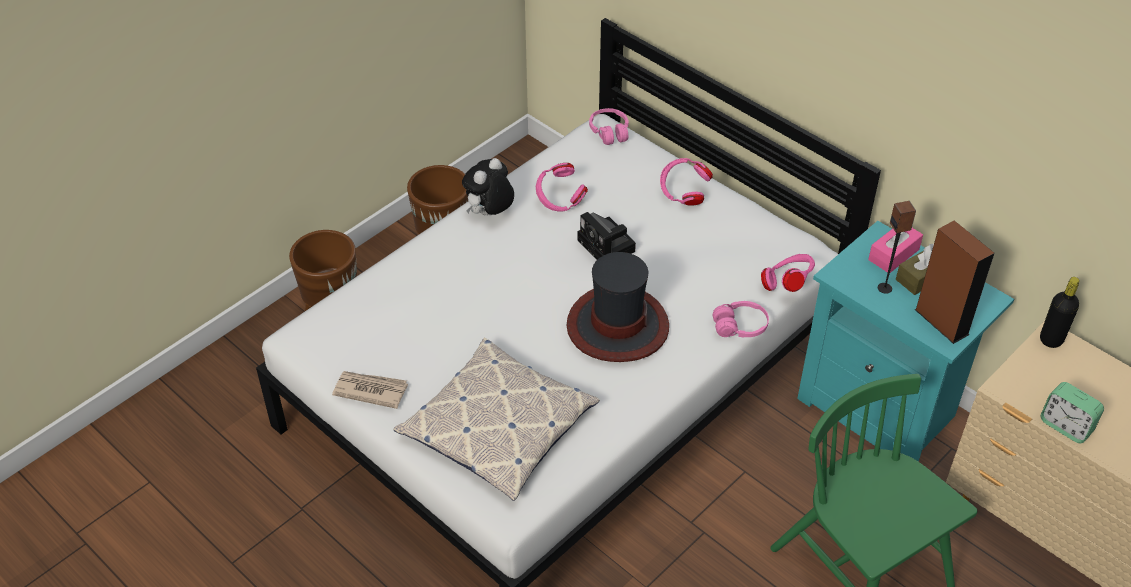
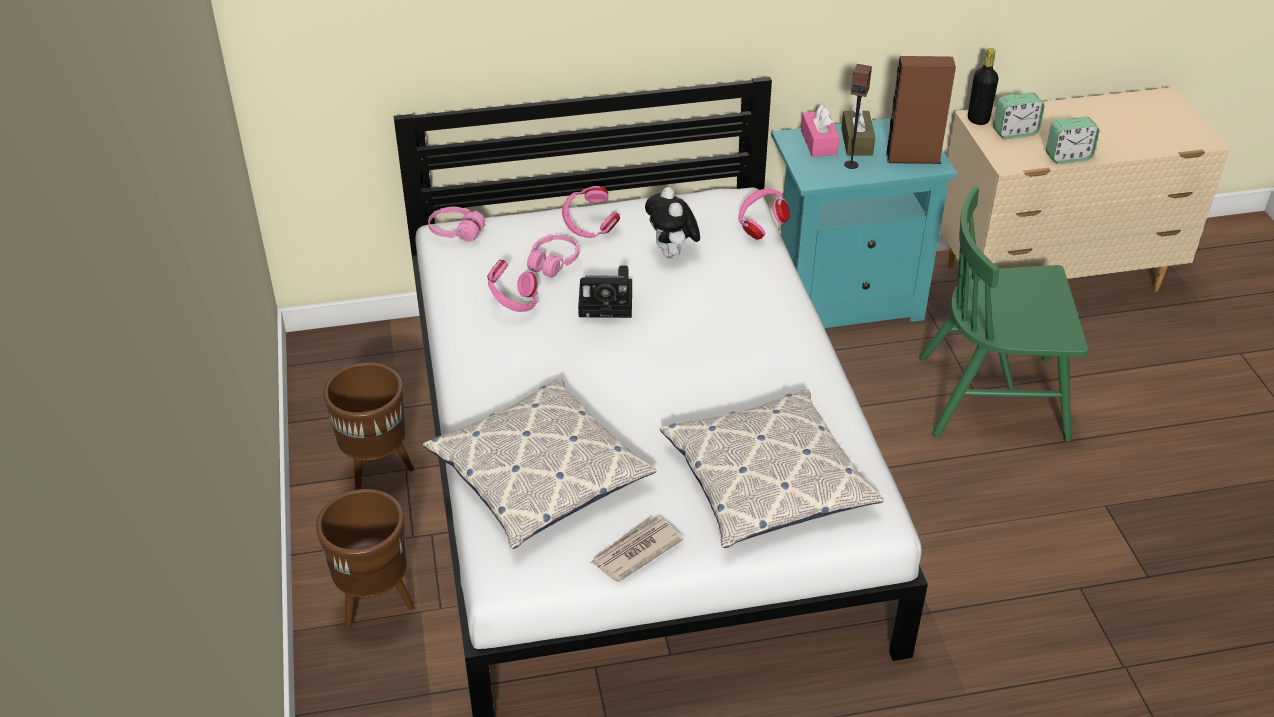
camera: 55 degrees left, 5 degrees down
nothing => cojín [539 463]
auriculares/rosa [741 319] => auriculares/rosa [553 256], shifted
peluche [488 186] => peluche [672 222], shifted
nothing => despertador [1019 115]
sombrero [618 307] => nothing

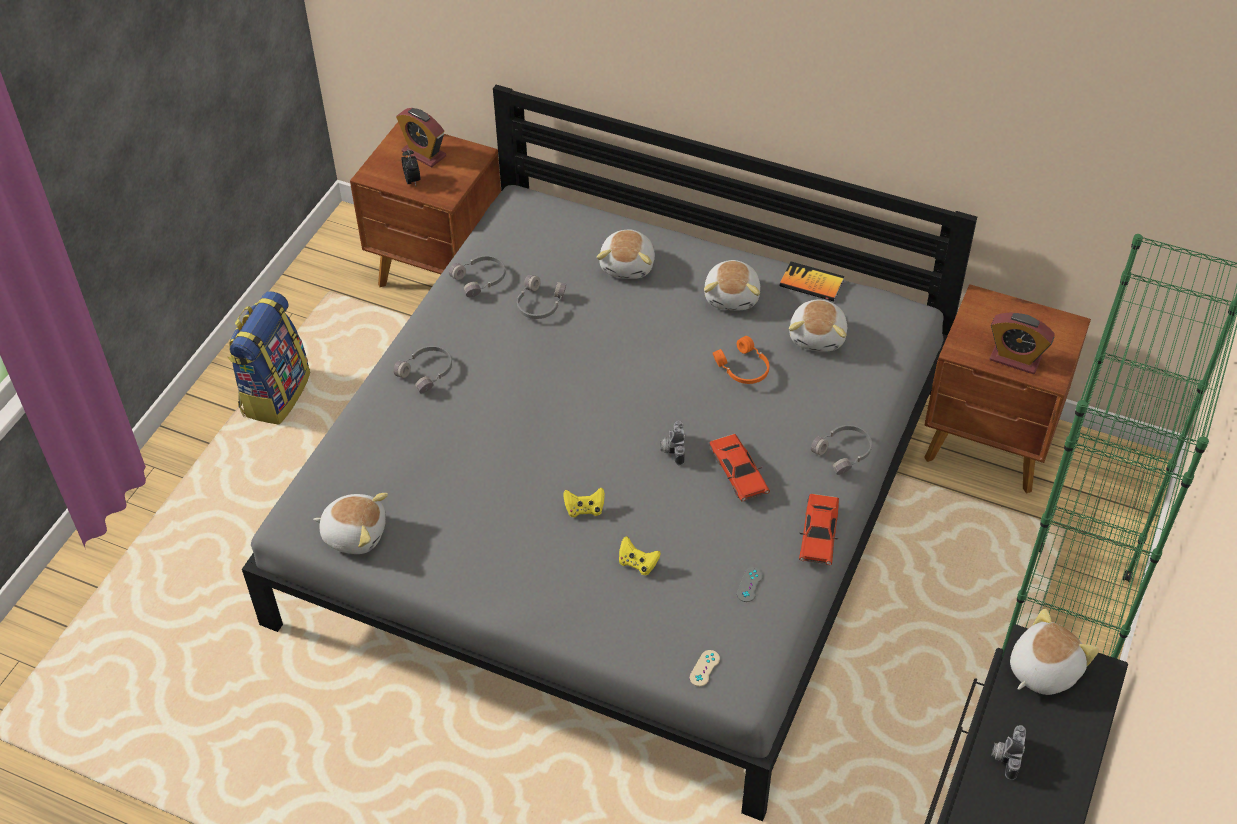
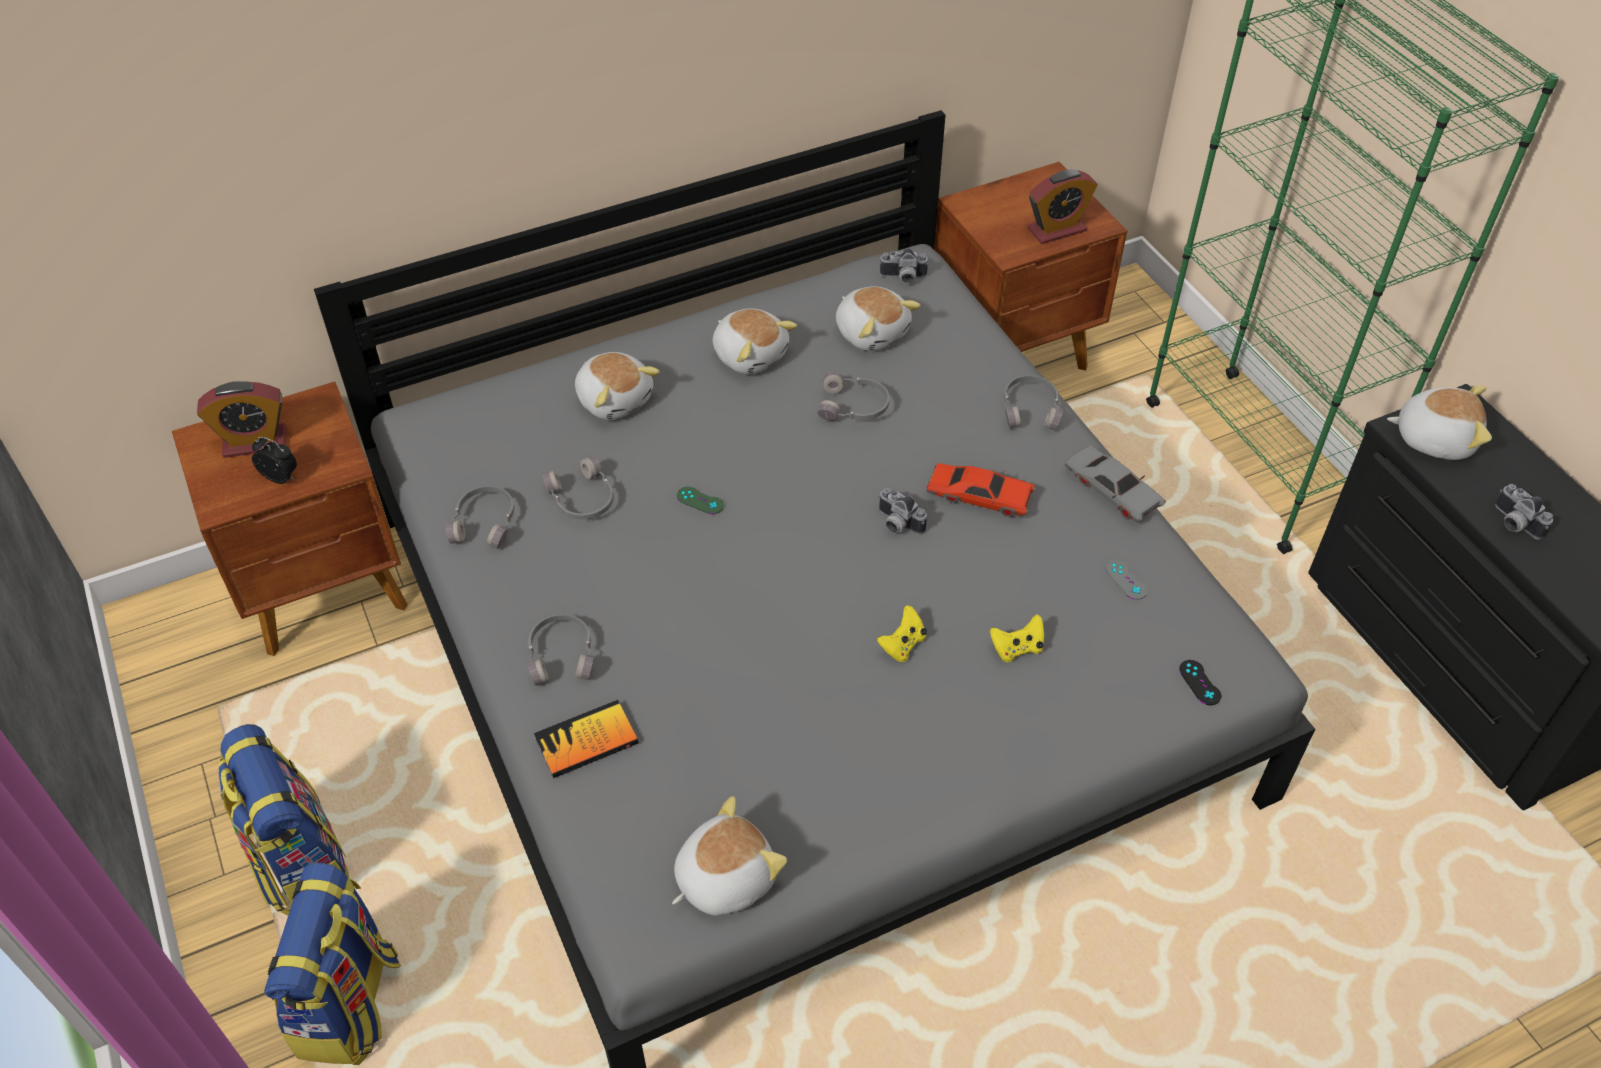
camera: 50 degrees left, 0 degrees up
nothing => mochila [332 963]
libro [811 281] => libro [586 739], shifted
nothing => mando de consola/verde [700 500]
auriculares/naranja [741 360] => auriculares/gris [853 396]
nothing => cámara [904 265]
coche de juguete/rojo [819 529] => coche de juguete/gris [1115 483]
mando de consola/beis [704 668] => mando de consola/negro [1200 682]
peluche [1054 652] => peluche [1439 423], 105 degrees clockwise

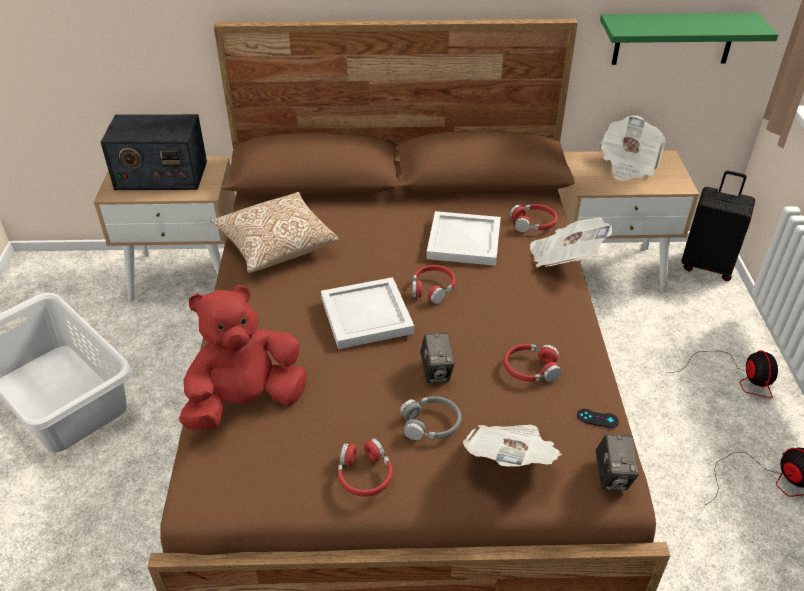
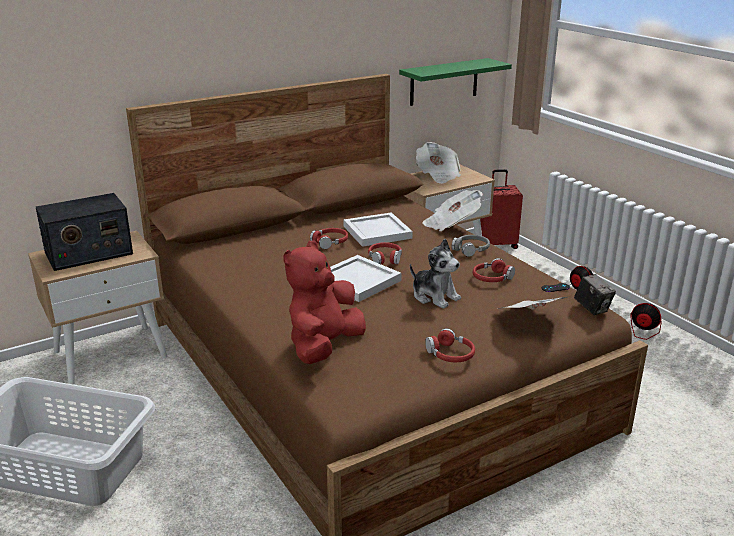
camera: 30 degrees left, 15 degrees down
auriculares/rojo [533 218] => auriculares/rojo [329 238], shifted
cámara [437 358] => peluche [435 274]
auriculares/gris [431 418] => auriculares/gris [471 246], shifted
maleta/negro [718 226] => maleta/rojo [501 209]
cojín [274 232] => nothing

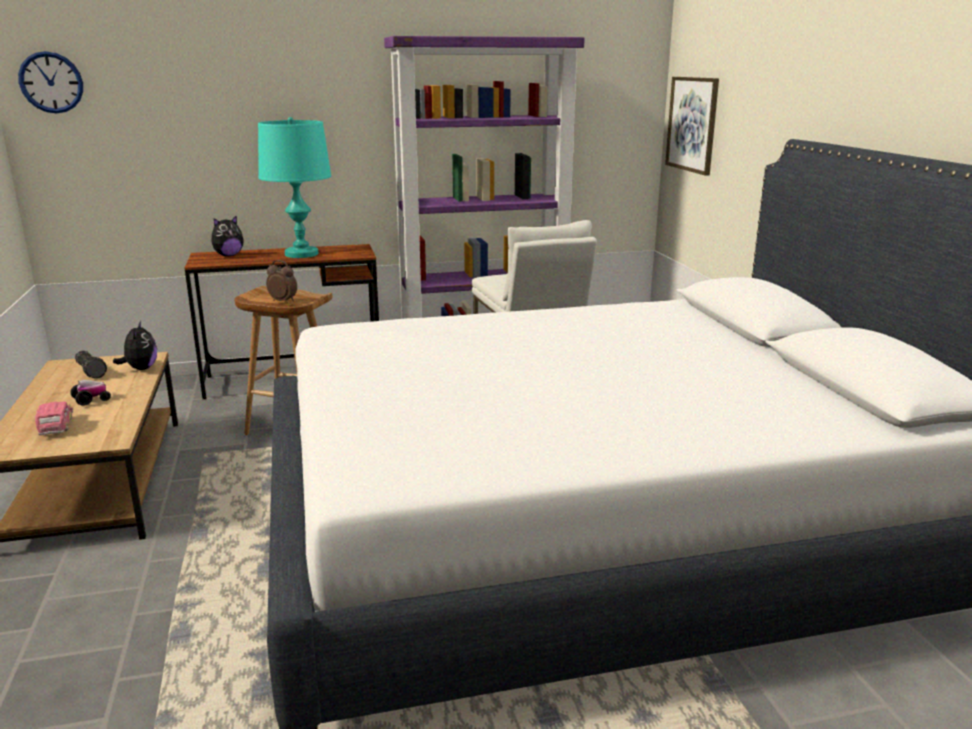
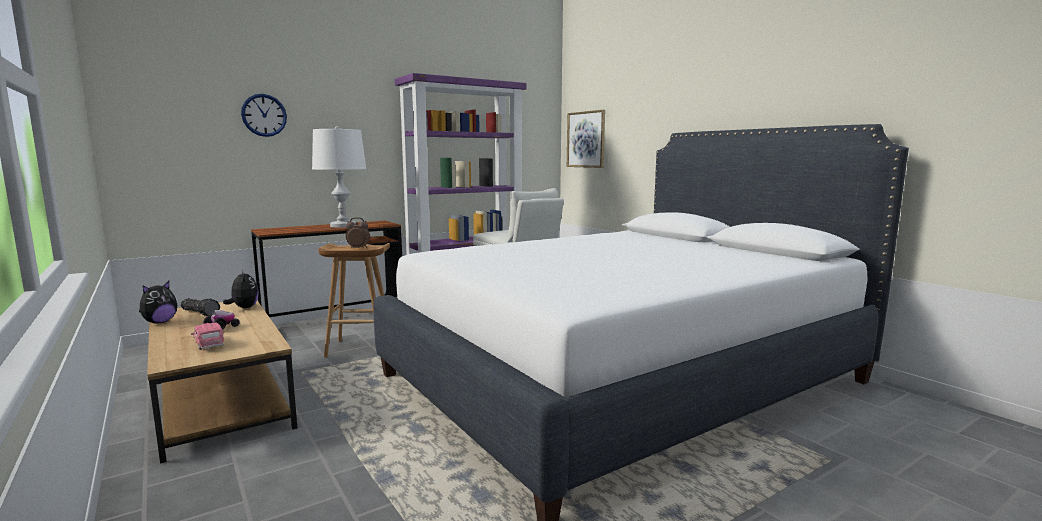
camera: 20 degrees left, 10 degrees down
peluche [228 235] => peluche [158 302], shifted
reloj de pared [50 82] => reloj de pared [264 115], shifted
lámpara de mesa/turquesa [294 187] => lámpara de mesa/blanco [339 177]

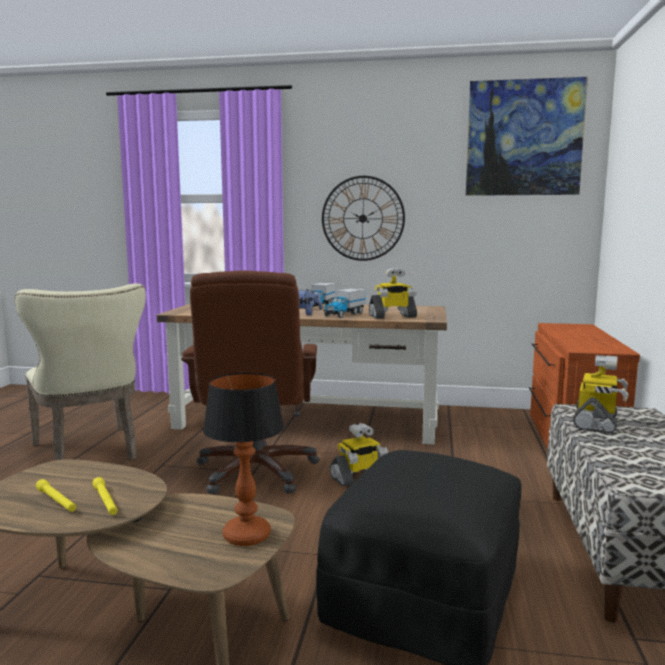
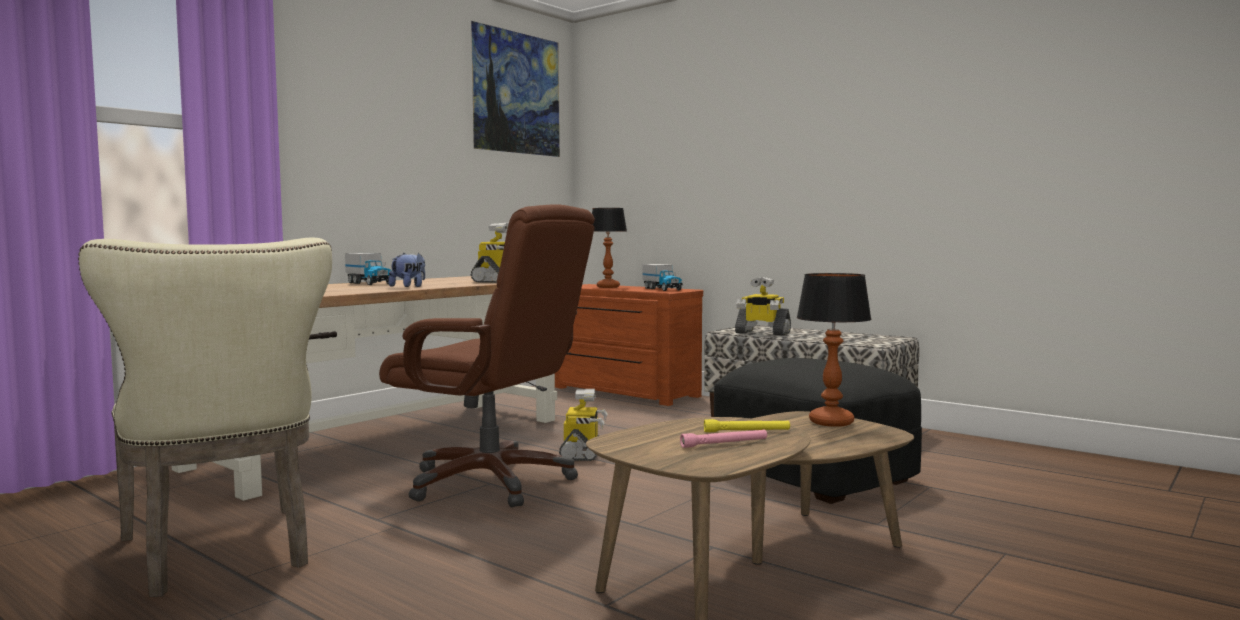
camera: 60 degrees left, 5 degrees down
silla/beis [80 371] => silla/beis [205 417], 60 degrees clockwise
nothing => lámpara de mesa [609 248]
camión de juguete [344 303] => camión de juguete [662 277], shifted
linterna/amarillo [56 495] => linterna/rosa [723 439]
robot de juguete [600 394] => robot de juguete [763 306], 150 degrees clockwise
reloj de pared [363 218] => nothing

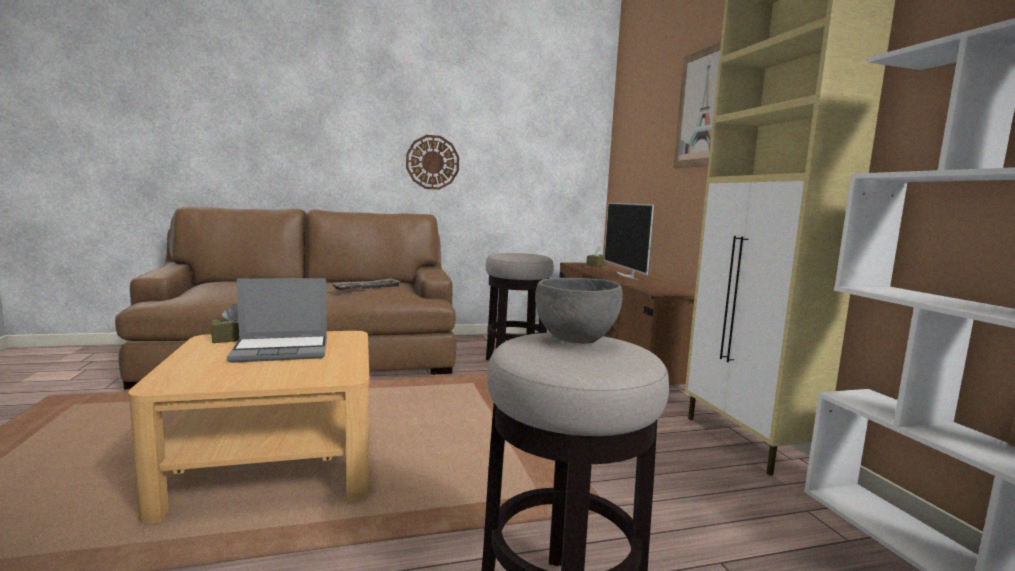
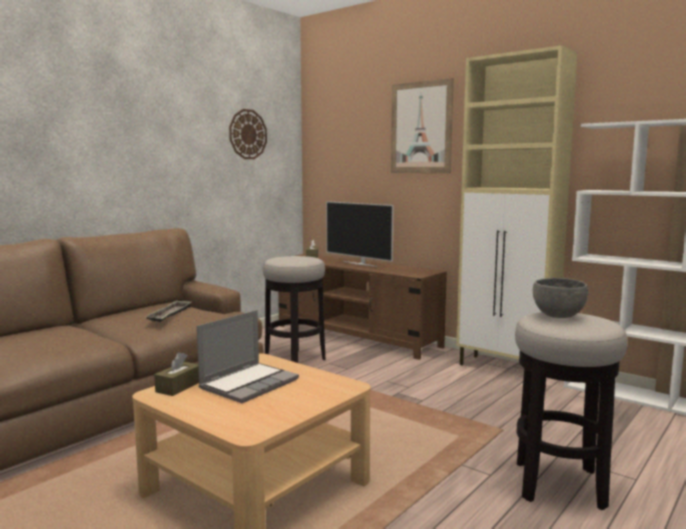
camera: 35 degrees left, 0 degrees up
reloj de pared [432 162] => reloj de pared [248 134], shifted

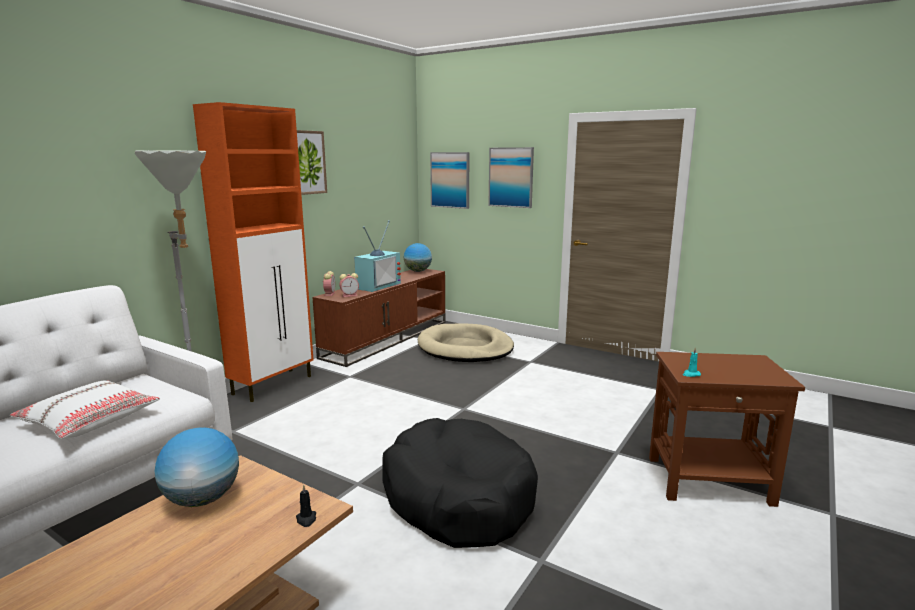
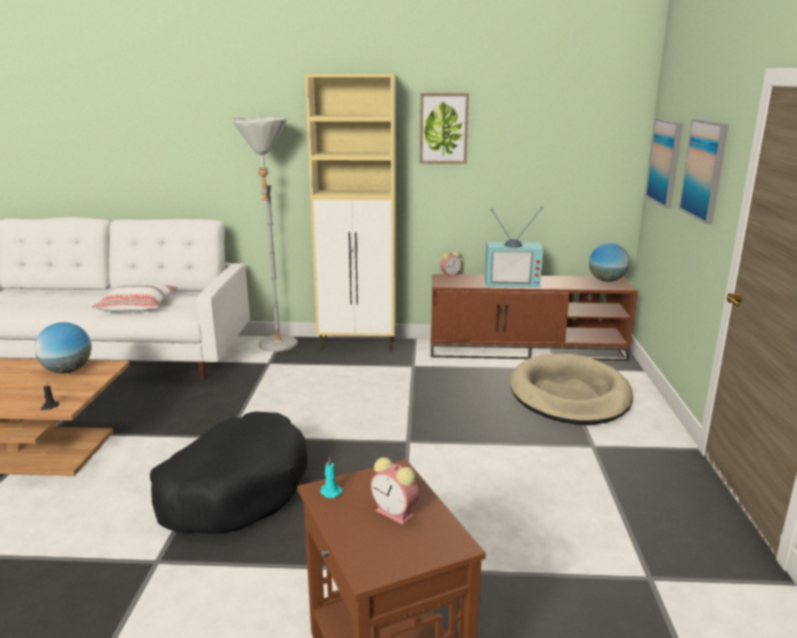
camera: 60 degrees right, 5 degrees up
armario/naranja [253 252] => armario/beis [350 213]
despertador [349 285] => despertador [395 491], shifted

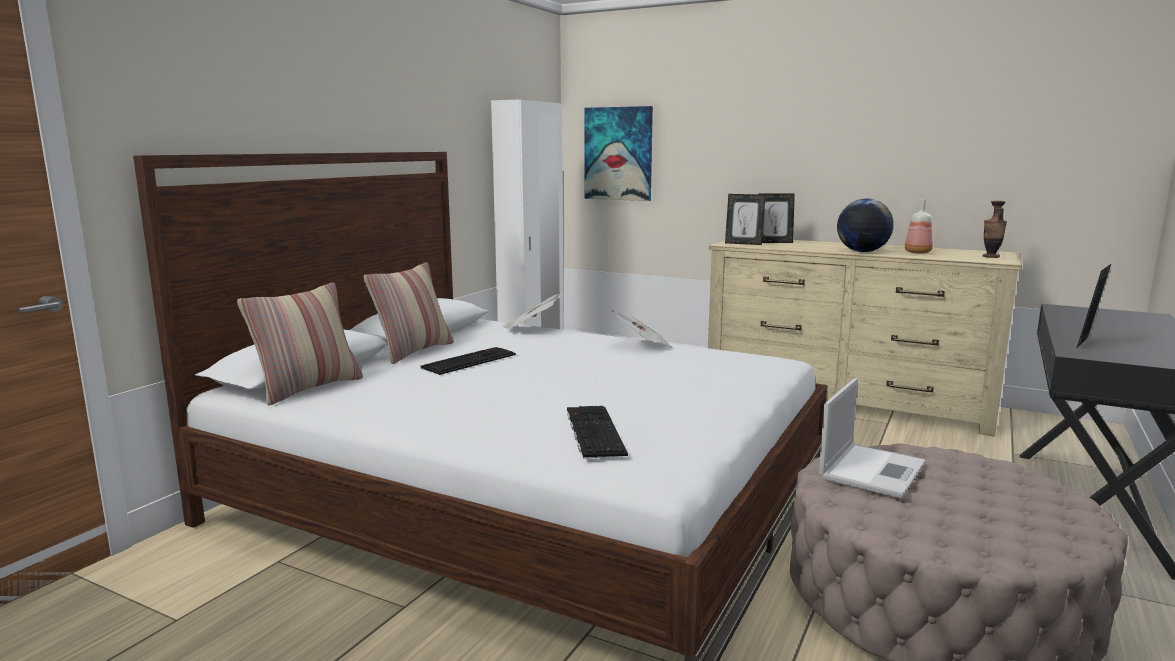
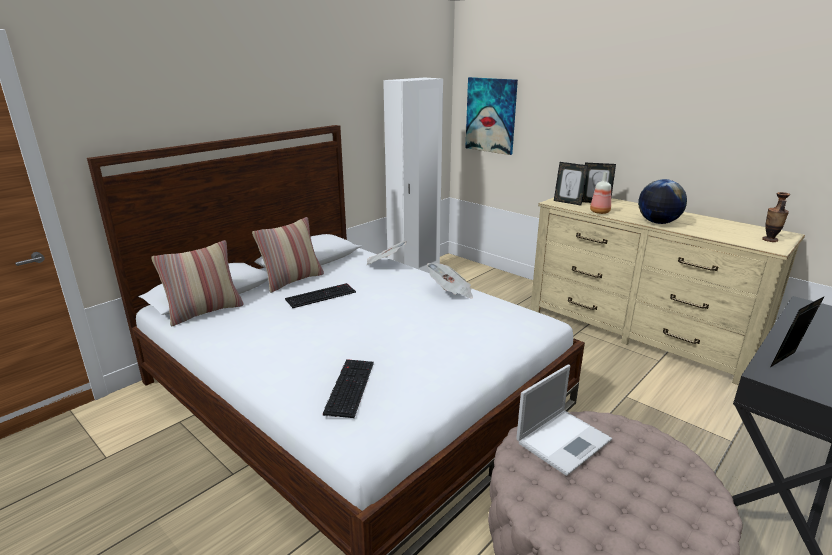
camera: 15 degrees right, 10 degrees up
botella [919 226] => botella [600 193], shifted

